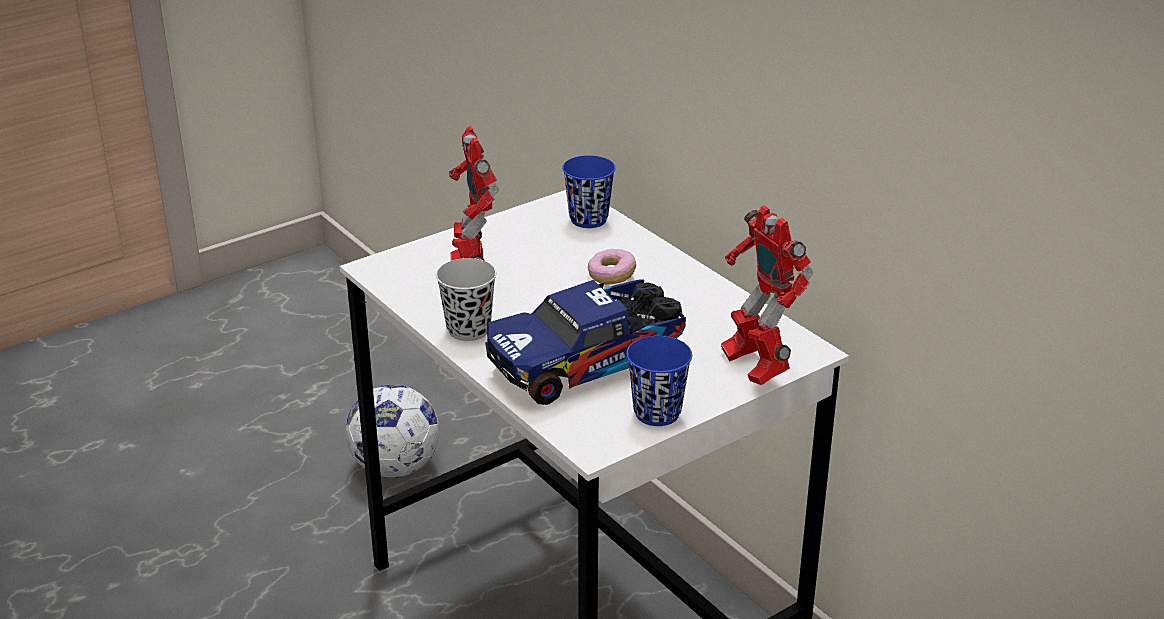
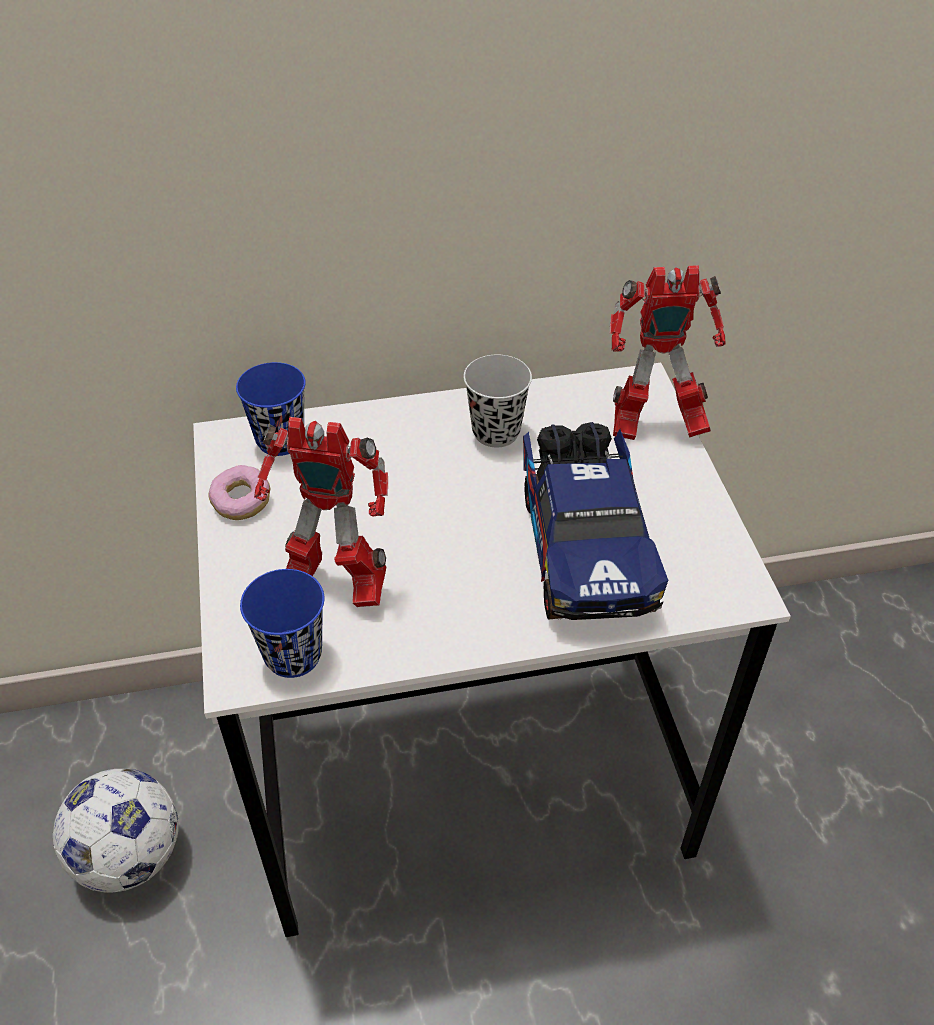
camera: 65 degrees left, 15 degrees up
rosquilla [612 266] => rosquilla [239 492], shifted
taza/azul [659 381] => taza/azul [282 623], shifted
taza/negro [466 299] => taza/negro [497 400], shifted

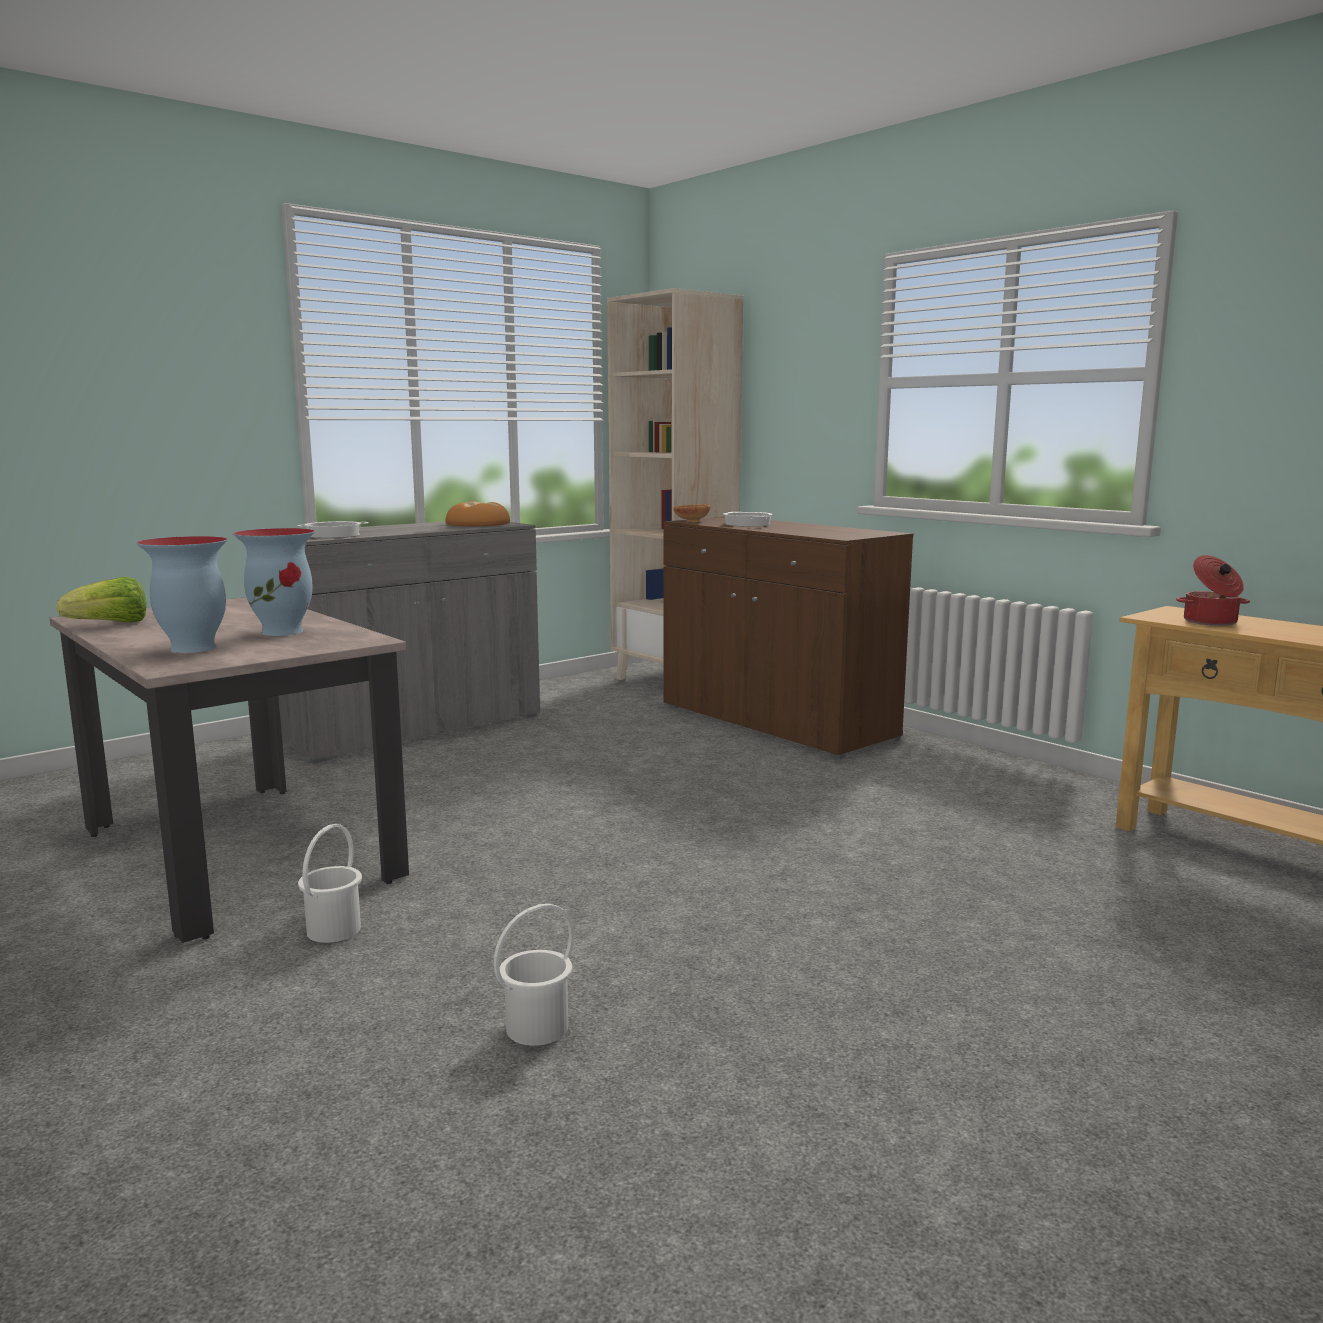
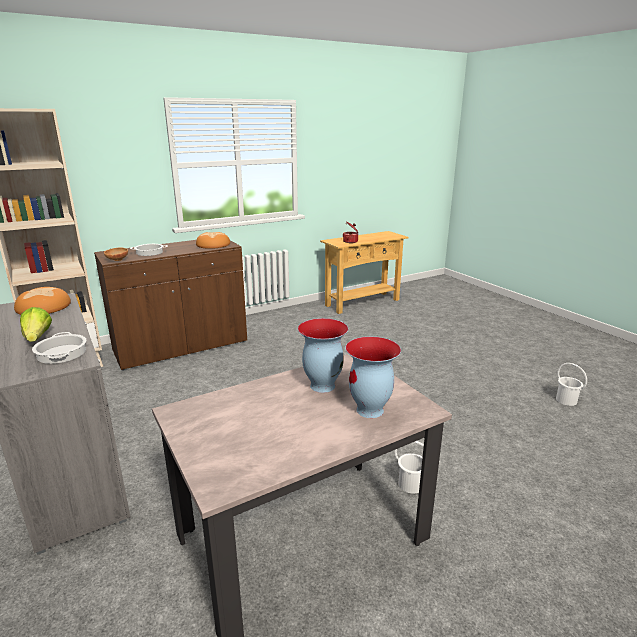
camera: 80 degrees left, 10 degrees up
lechuga [101 600] => lechuga [36 324], shifted
nothing => pan [213 240]
cubo/blanco [534 975] => cubo/blanco [571 384], shifted

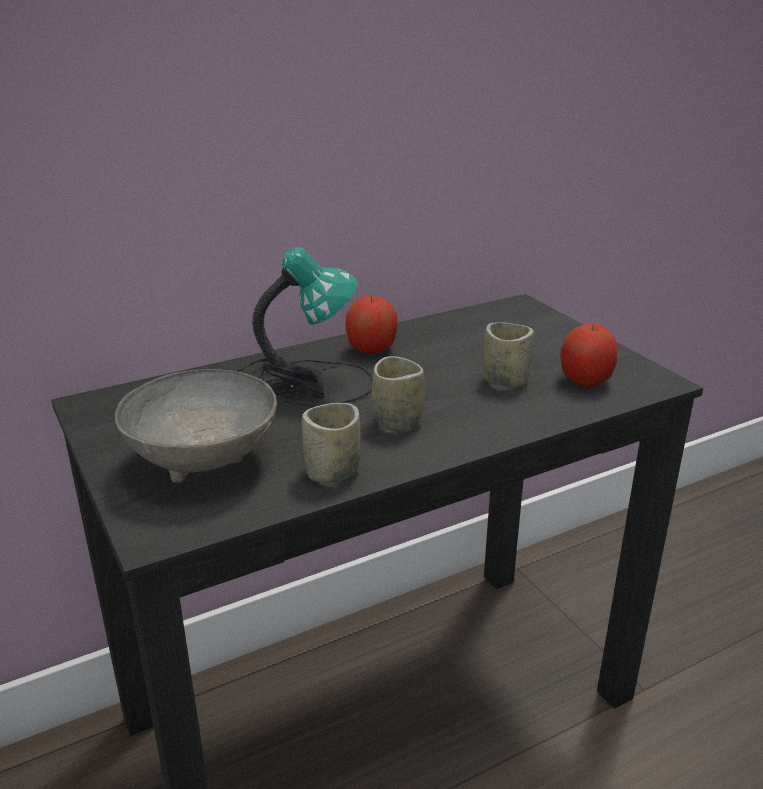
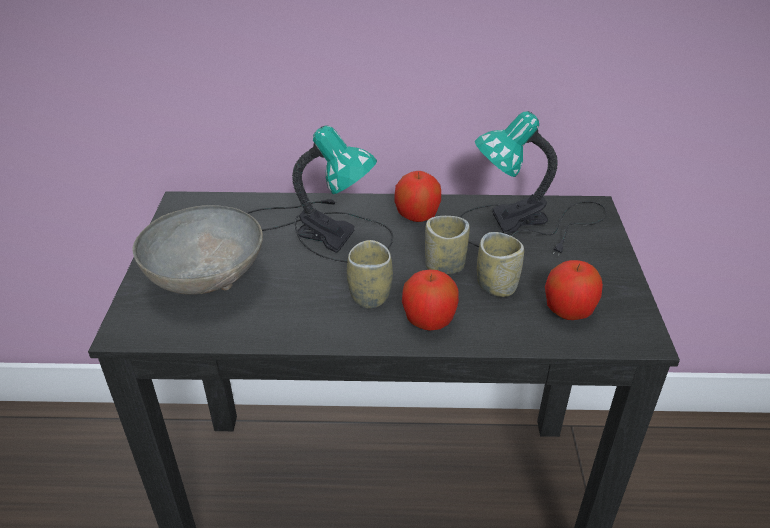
camera: 30 degrees right, 10 degrees up
nothing => manzana [430 300]
taza [331 443] => taza [447 245], shifted
nothing => lámpara de mesa [533 183]

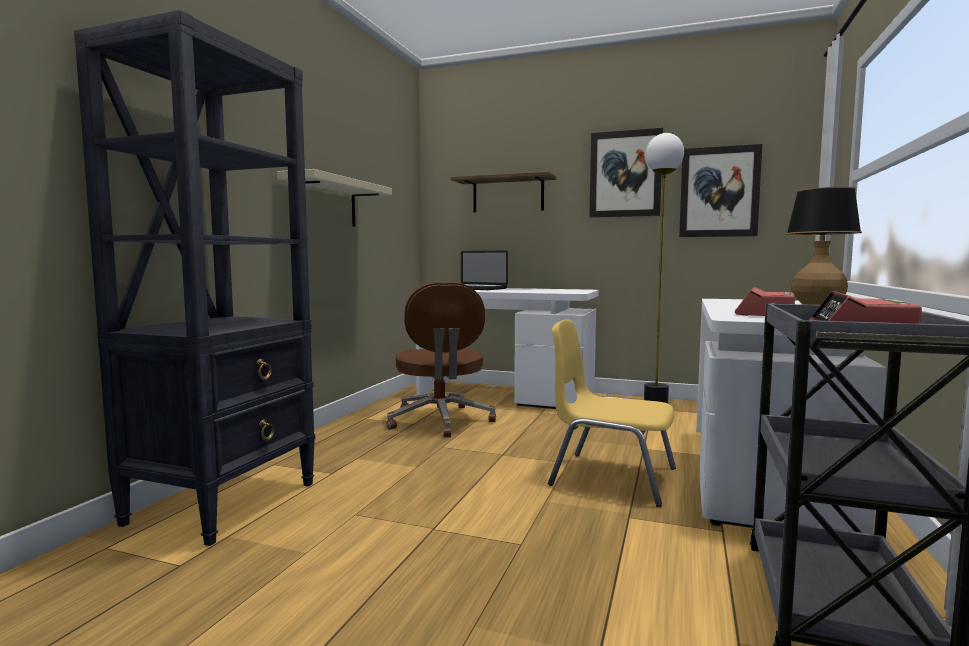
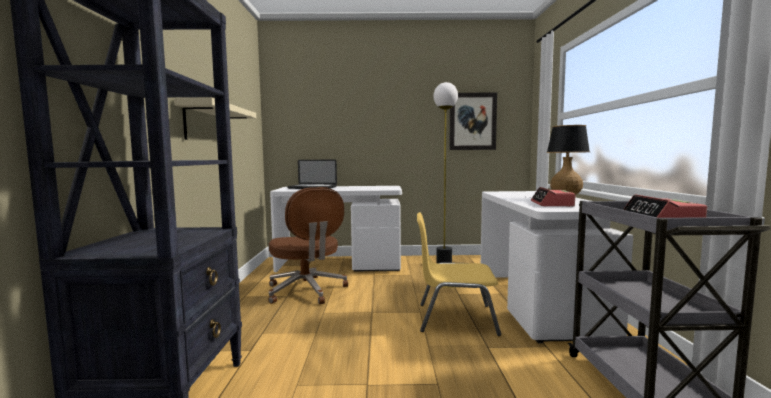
camera: 20 degrees left, 0 degrees up
estante [503 192] => nothing
cuadro [626 173] => nothing

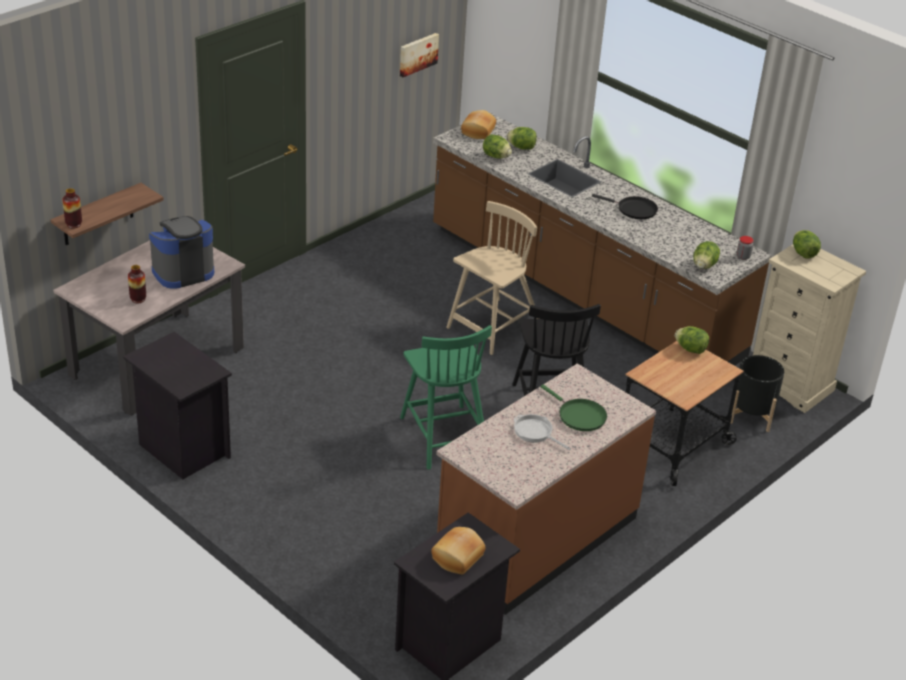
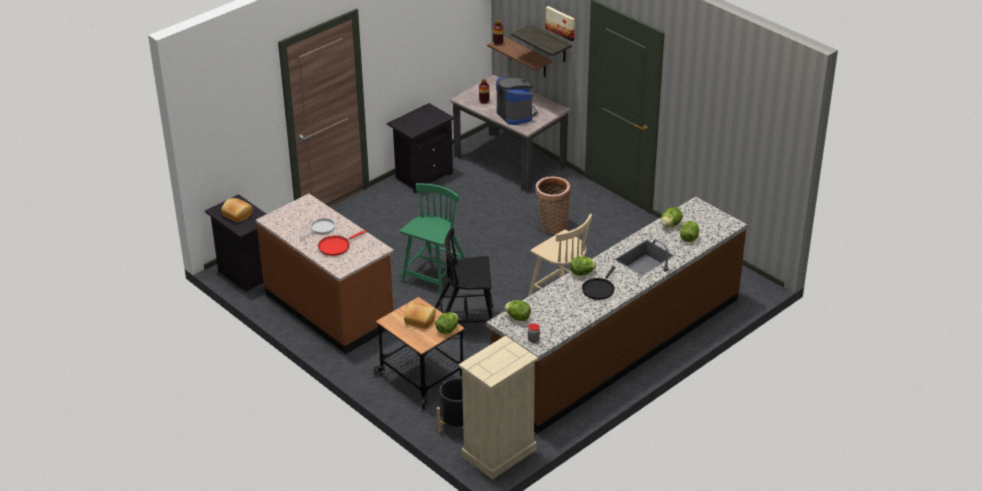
camera: 95 degrees right, 0 degrees up
sartén/verde [574 408] => sartén/rojo [342 243]
silla/verde [446 397] => silla/verde [433 239], 135 degrees clockwise
pan [478 124] => pan [420 316], shifted
nothing => estante [541 43]
nothing => cesta [553 205]
cuadro [419 55] => cuadro [560 24], shifted
lechuga [807 244] => lechuga [583 266], shifted

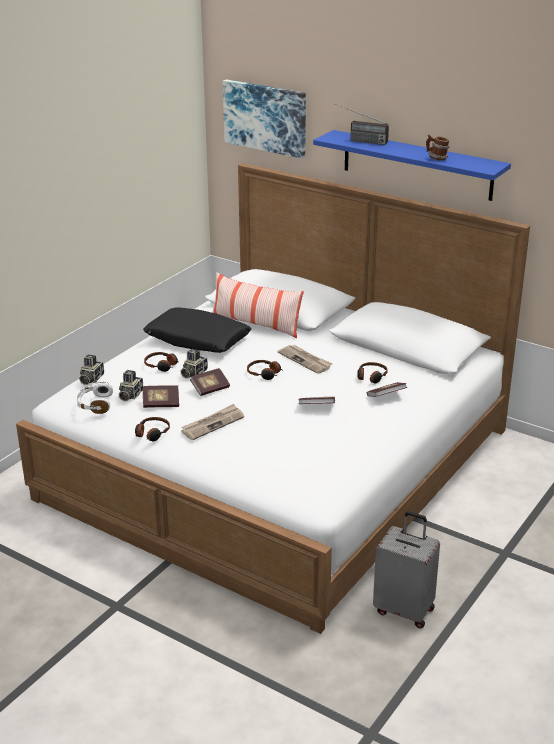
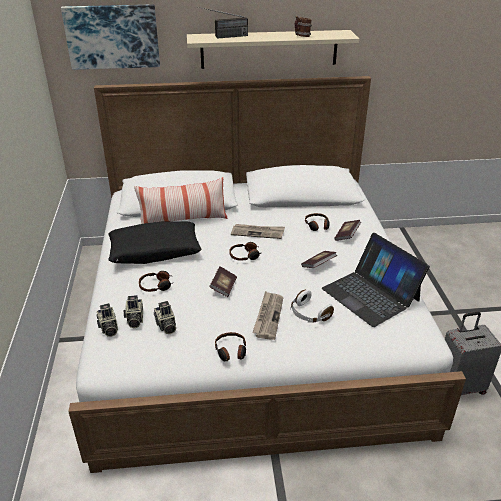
camera: 40 degrees left, 5 degrees up
cámara [194 364] => cámara [133 311], shifted
estante/azul [412 165] => estante/beis [273 49]
auriculares/blanco [95 398] => auriculares/blanco [312 306], shifted
nothing => portátil [376 280]
libro [161 396] => nothing

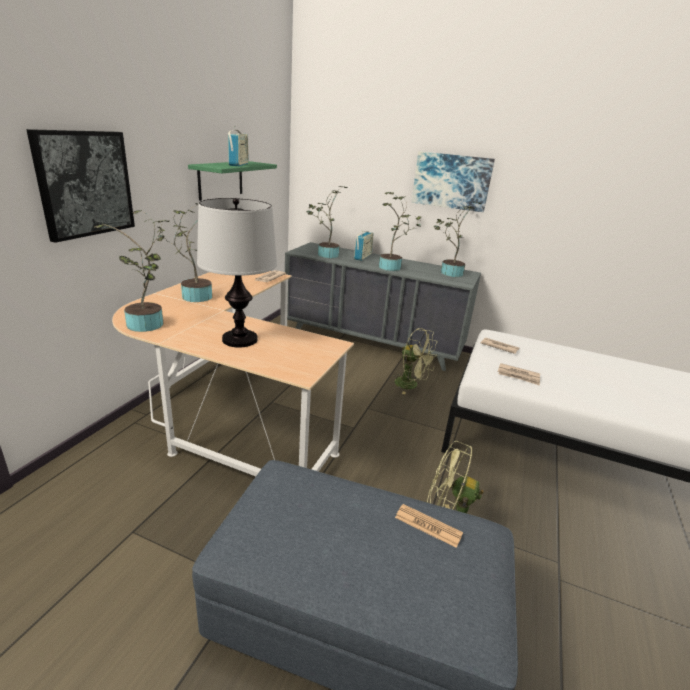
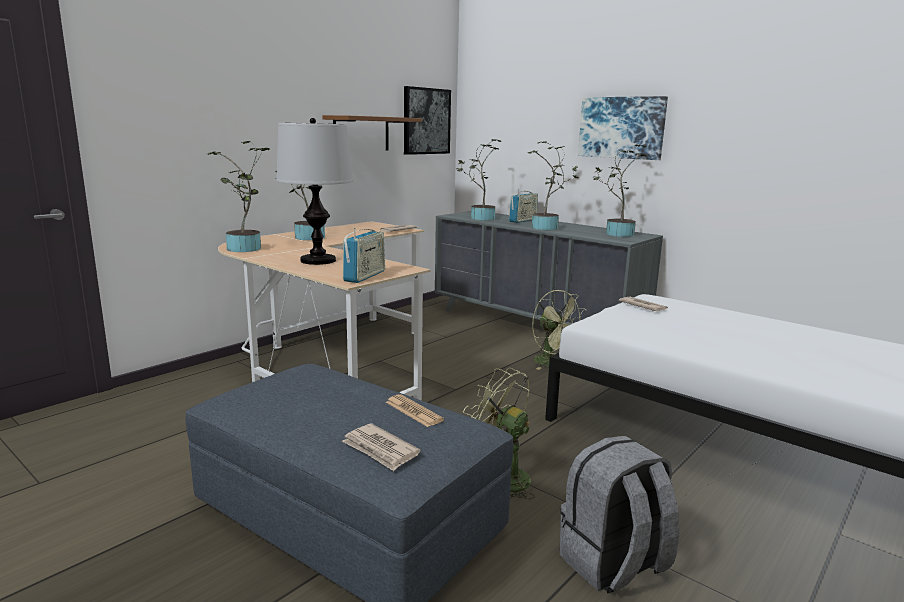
camera: 20 degrees right, 10 degrees down
estante/verde [232 181] => estante/marrón [372 132]
periódico [519 374] => periódico [381 447], shifted
radio [238 146] => radio [364 255], shifted
cuadro [80 186] => cuadro [427 120], shifted
nothing => mochila/gris [619 514]

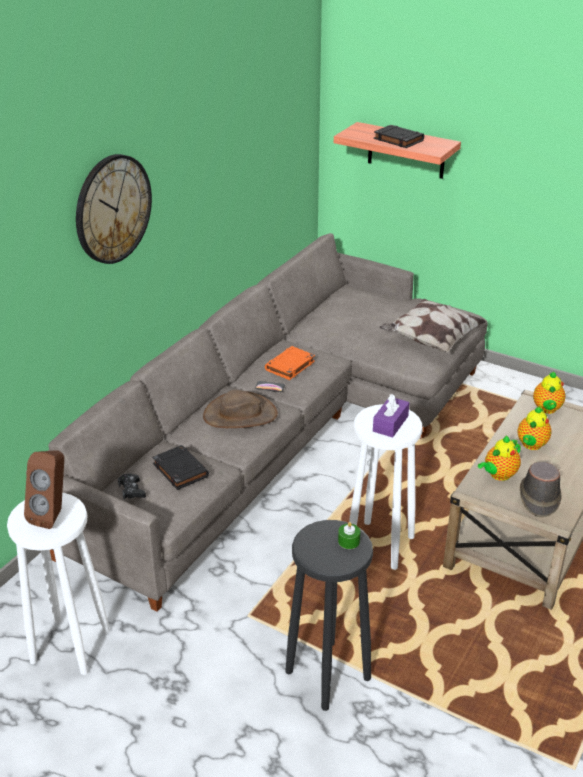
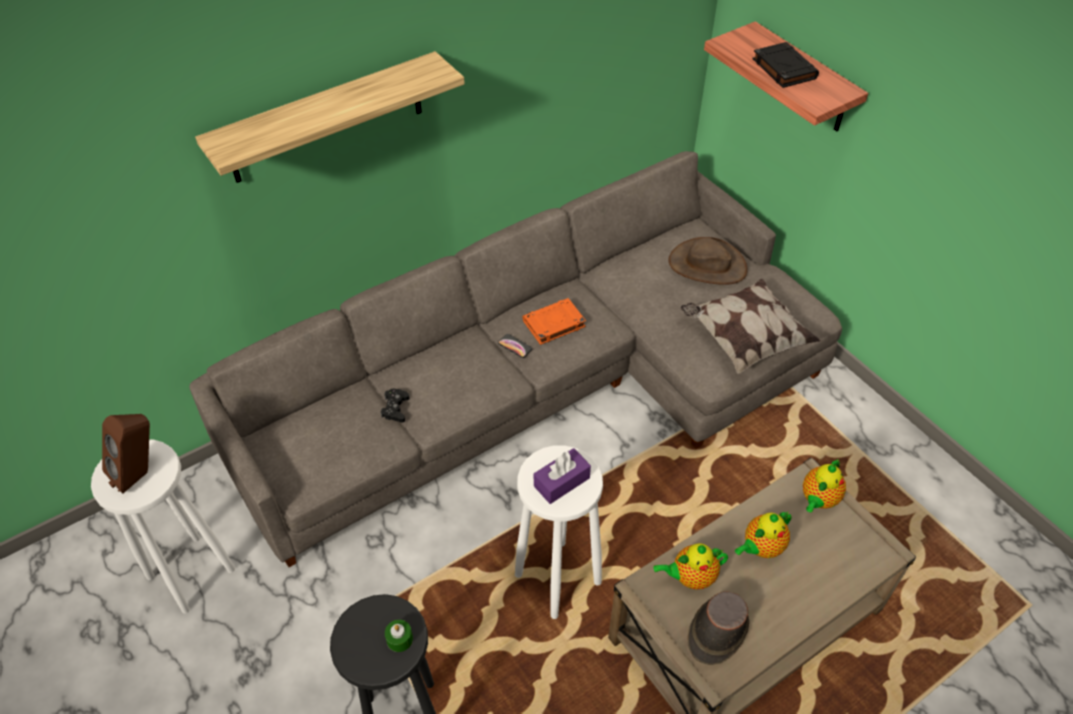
camera: 25 degrees right, 15 degrees up
reloj de pared [114 209] => estante [330 117]
mando de consola/negro [132 486] => mando de consola/negro [395 406], shifted
sombrero/marrón [240 409] => sombrero/marrón [708 261], shifted
libro/negro [180 467] => nothing

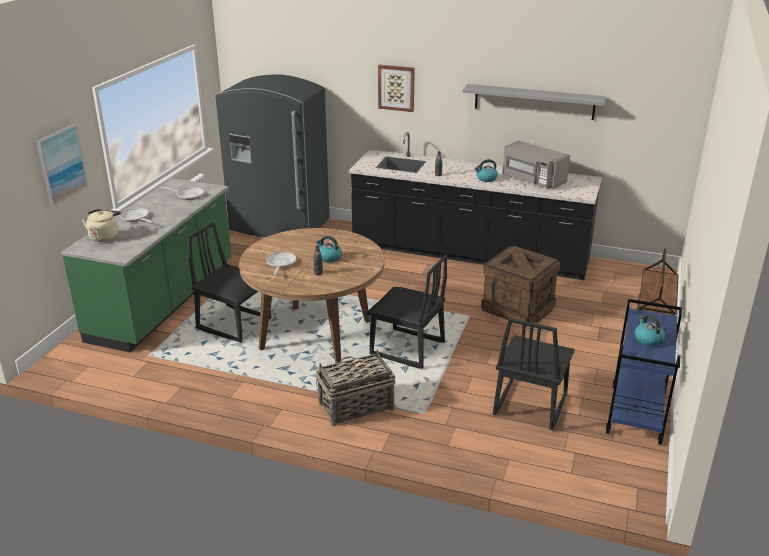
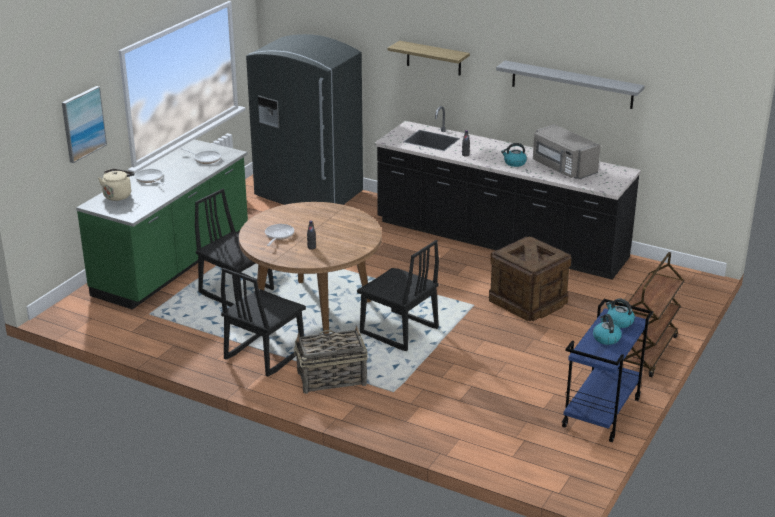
camera: 10 degrees right, 0 degrees up
silla/negro [534 374] => silla/negro [263 322], shifted
cuadro [396 88] => estante [429 58]
hervidor [329 249] => hervidor [620 313], shifted

